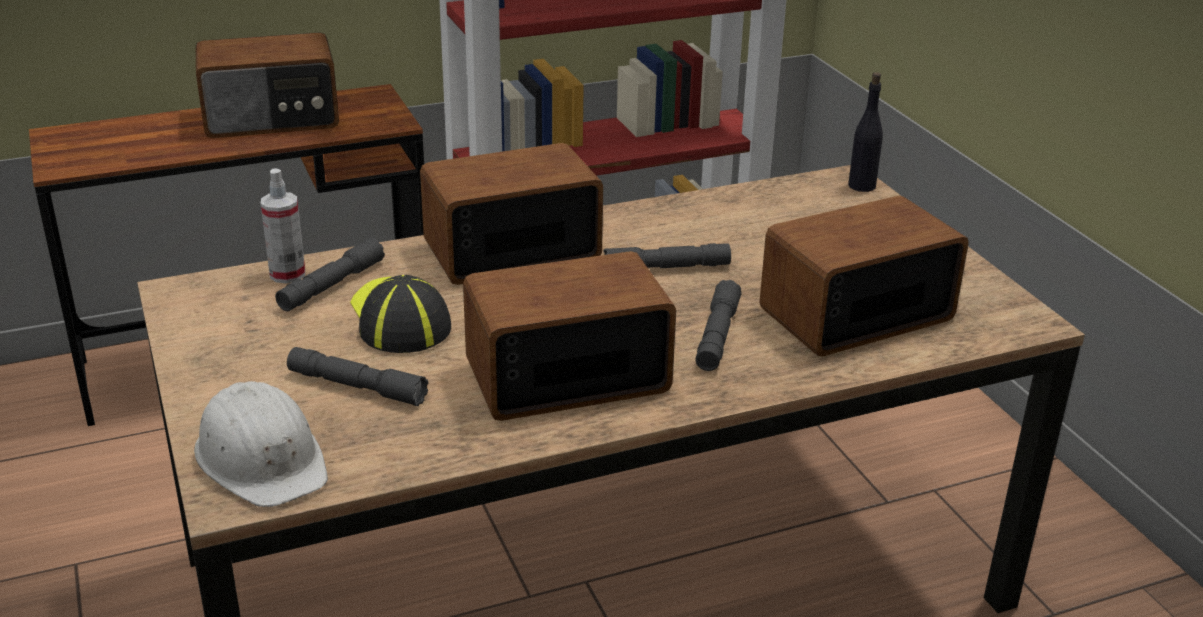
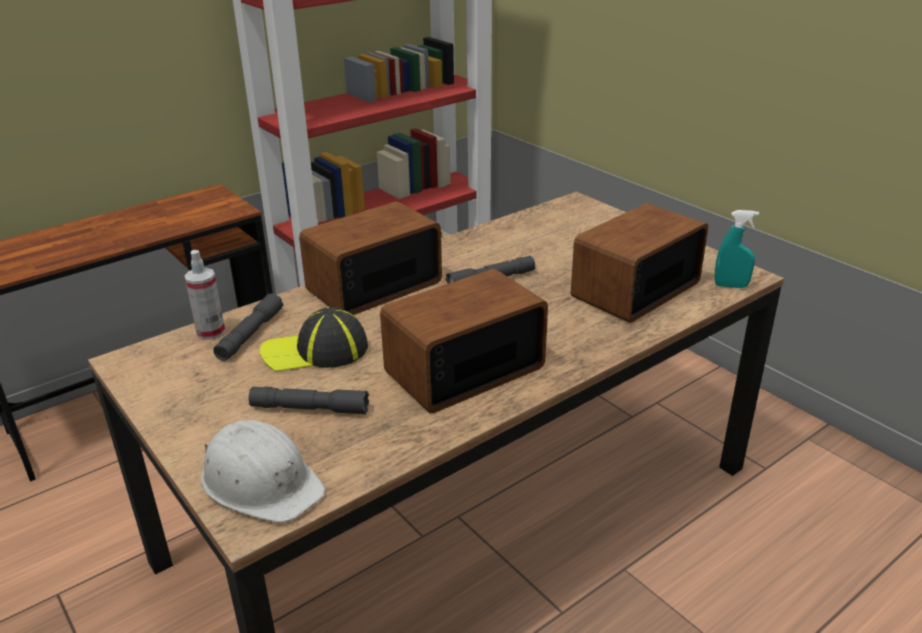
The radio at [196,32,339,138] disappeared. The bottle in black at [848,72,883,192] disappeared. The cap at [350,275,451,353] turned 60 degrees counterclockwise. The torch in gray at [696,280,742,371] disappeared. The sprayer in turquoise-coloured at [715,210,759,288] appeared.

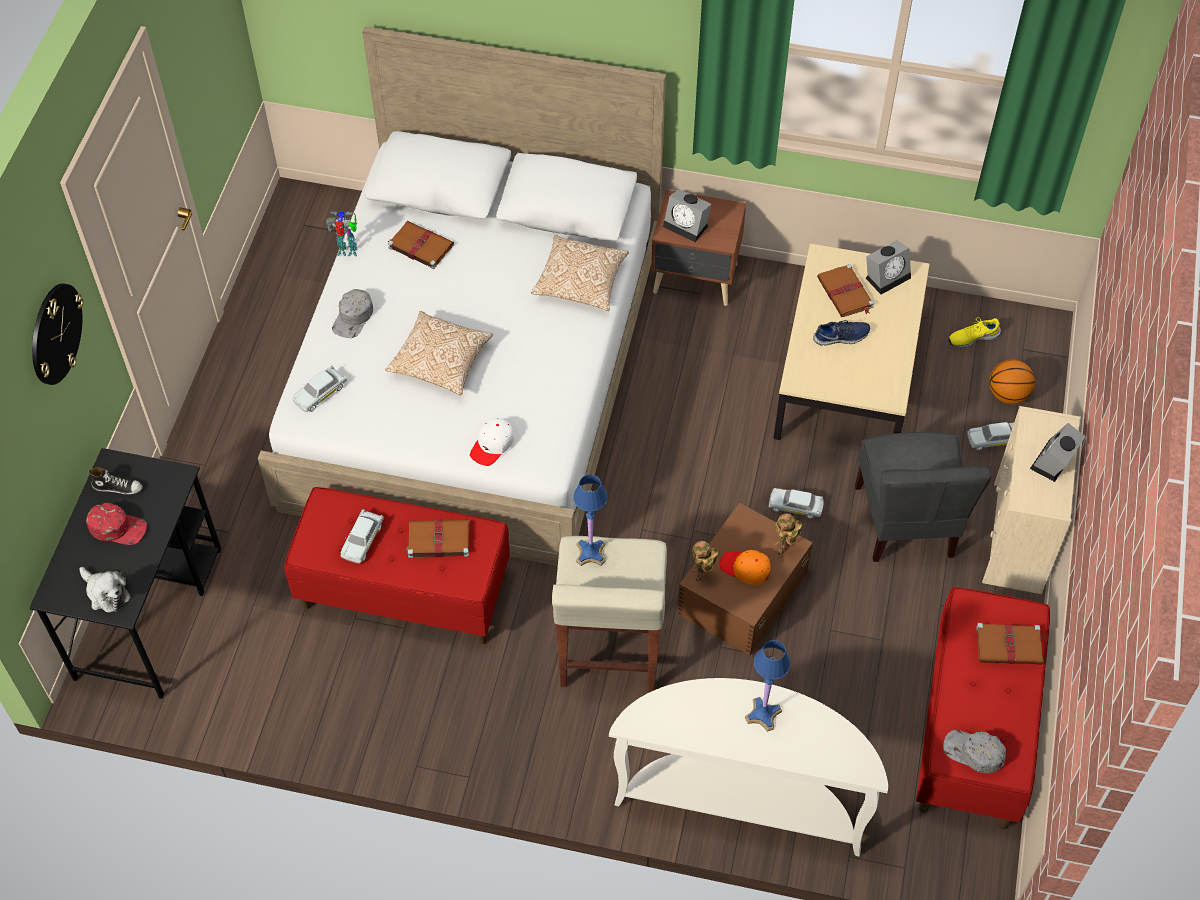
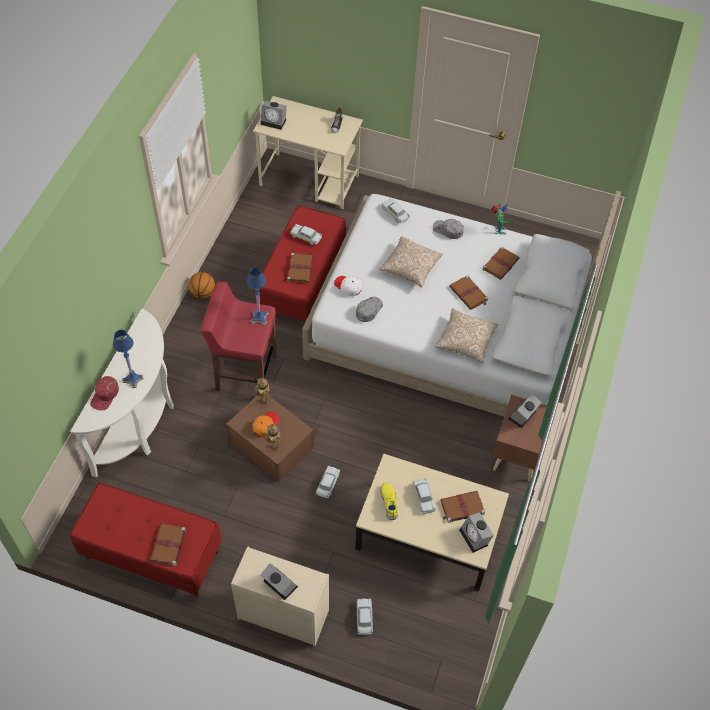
The hanging clock at [32,283,83,385] disappeared. The item of footwear in yellow moved from [949,317,1001,348] to [380,482,399,520]. The item of footwear in bluish at [813,320,870,346] was replaced by the miniature car in white at [412,478,436,514]. The ball for basketball moved from [989,360,1035,404] to [188,272,215,299]. The chair in gray at [855,432,992,562] disappeared. The desk in black at [29,448,221,699] became the desk in beige-coloured at [253,96,363,209]. The cap in red-coloured moved from [86,503,147,545] to [90,376,119,410]. The sitting stool in beige-coloured at [552,536,667,692] became the sitting stool in red-coloured at [201,282,276,391]. The soft toy at [79,567,131,613] was replaced by the alarm clock at [261,101,287,130]. The cap in gray moved from [943,730,1006,773] to [356,297,383,322]. The book in brownish at [449,275,488,310] appeared.

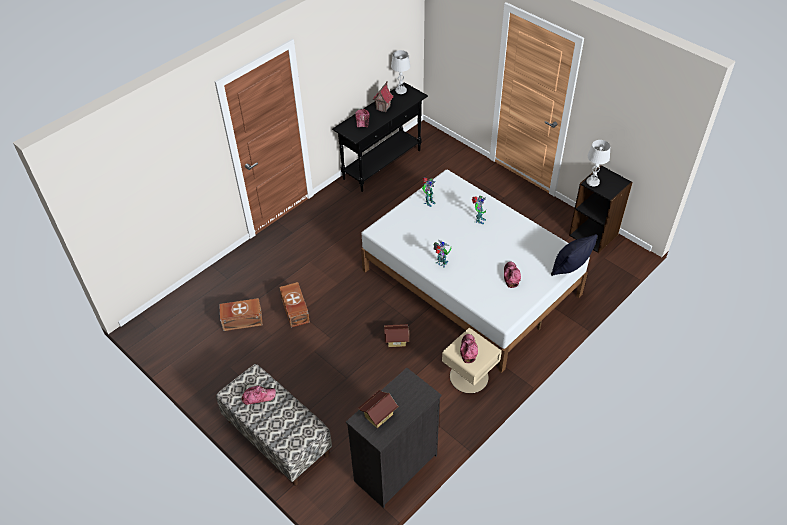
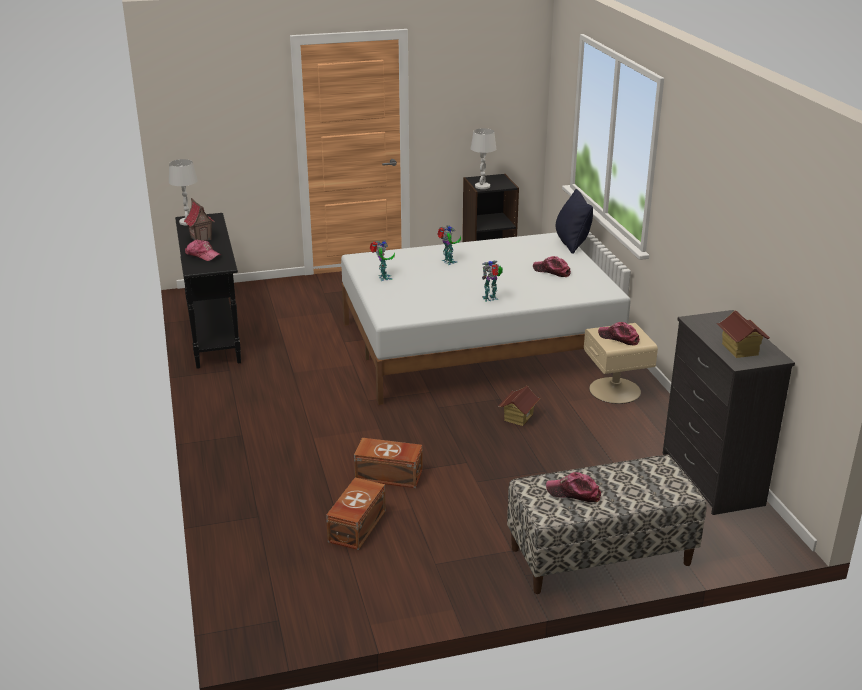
The cap at [242,386,276,405] turned 90 degrees counterclockwise.

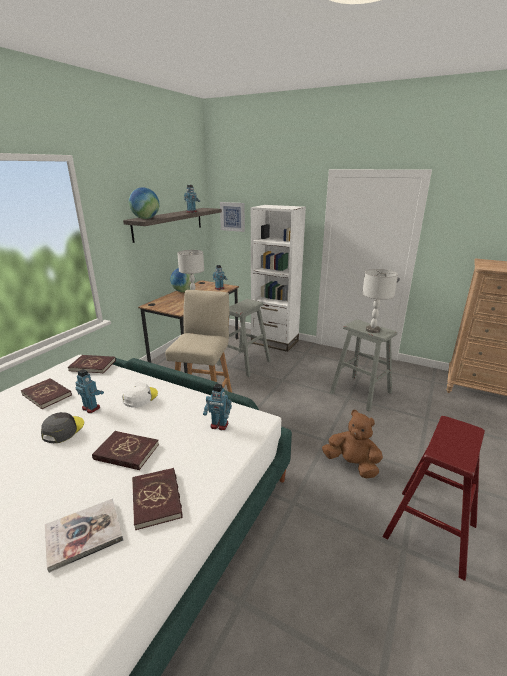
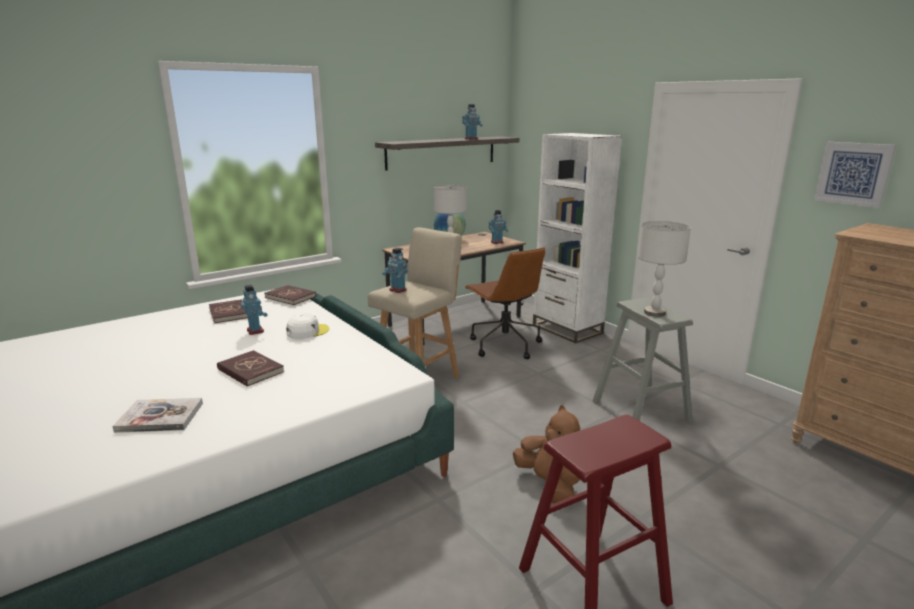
The world globe at [129,187,159,219] disappeared. The wall art moved from [220,202,245,232] to [814,142,896,208]. The sitting stool in gray at [217,299,271,377] was replaced by the computer chair in brownish at [464,247,546,359]. The toy robot moved from [203,384,232,430] to [382,248,408,293]. The cap in gray at [41,412,84,443] disappeared. The book in red-coloured at [132,468,183,530] disappeared.

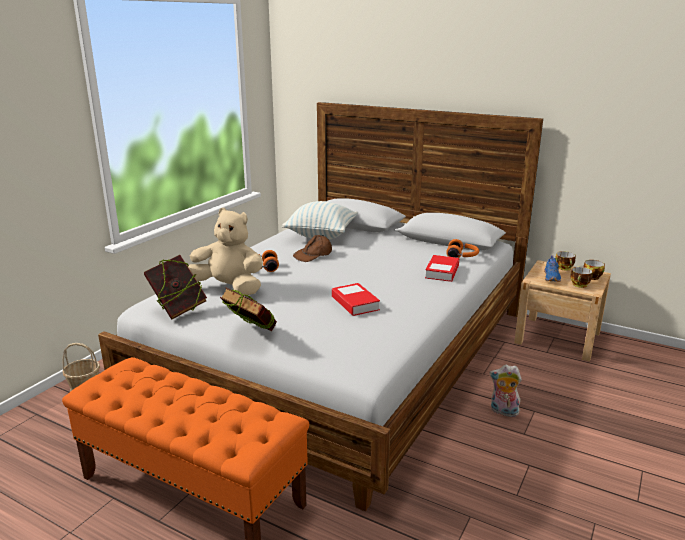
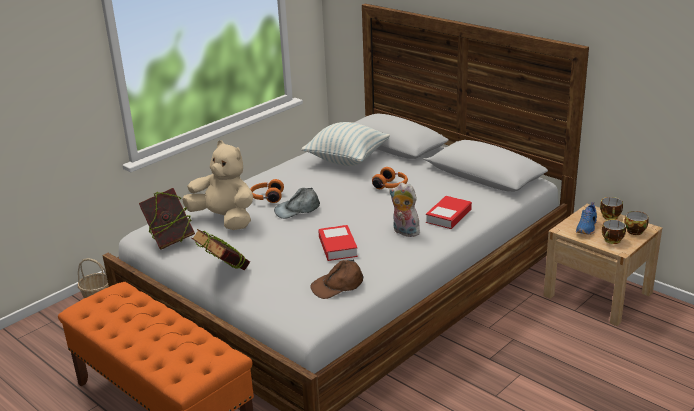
The cap in brownish moved from [293,235,332,262] to [310,259,364,299]. The pair of headphones in orangey moved from [446,239,479,258] to [372,167,408,189]. The soft toy moved from [490,365,522,417] to [389,182,420,237]. The cap in gray at [274,188,320,219] appeared.

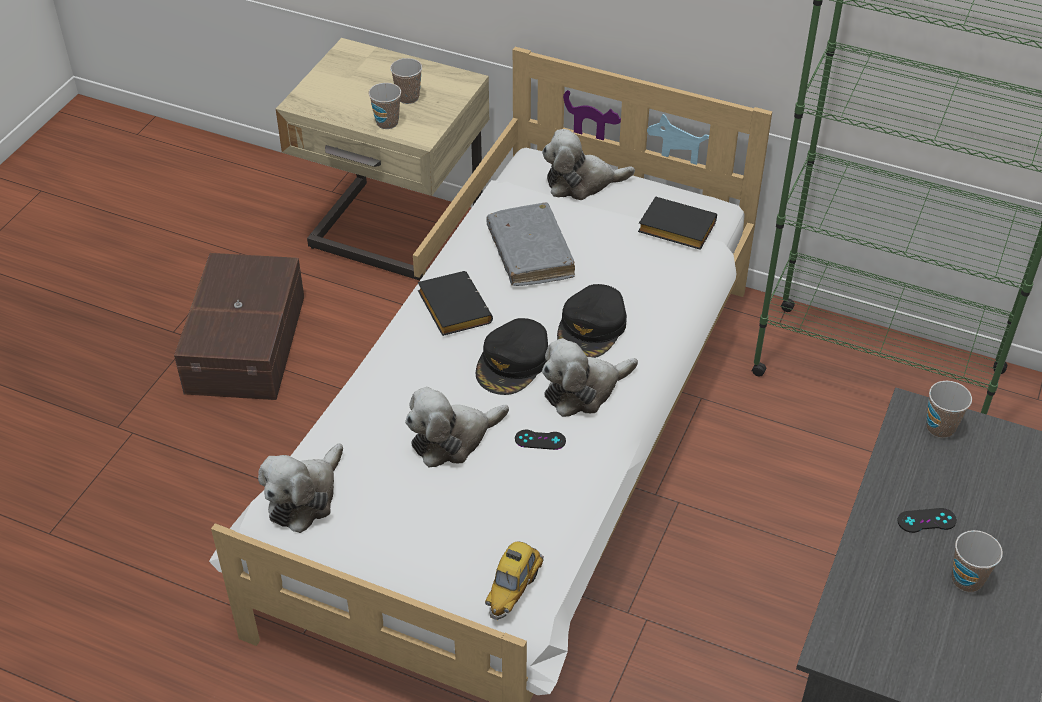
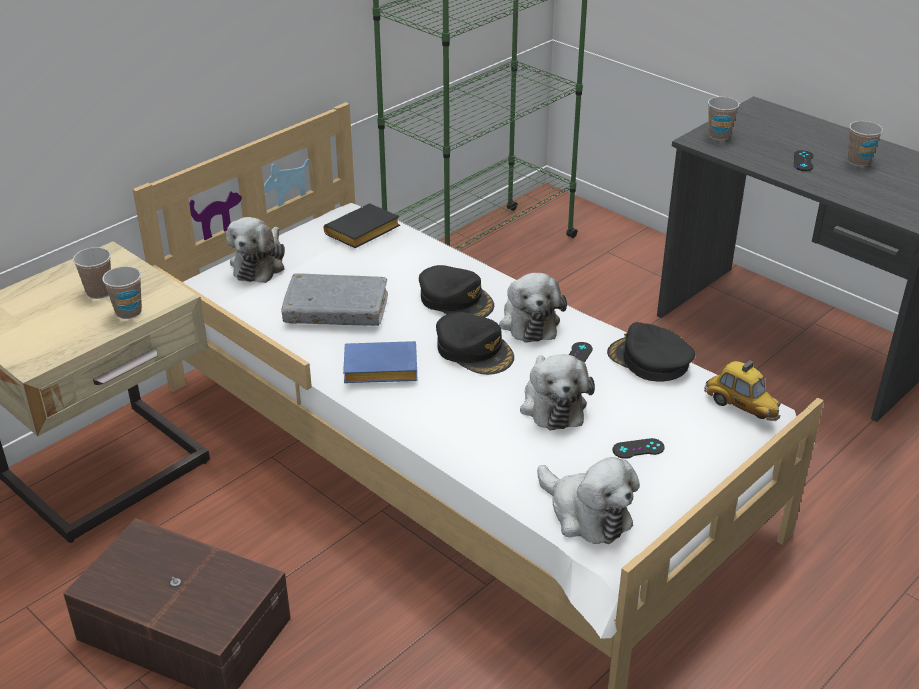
The book in black at [418,271,493,336] became the book in bluish at [343,341,418,383]. The cap in black at [607,322,695,382] appeared. The joypad in black at [612,438,665,459] appeared.

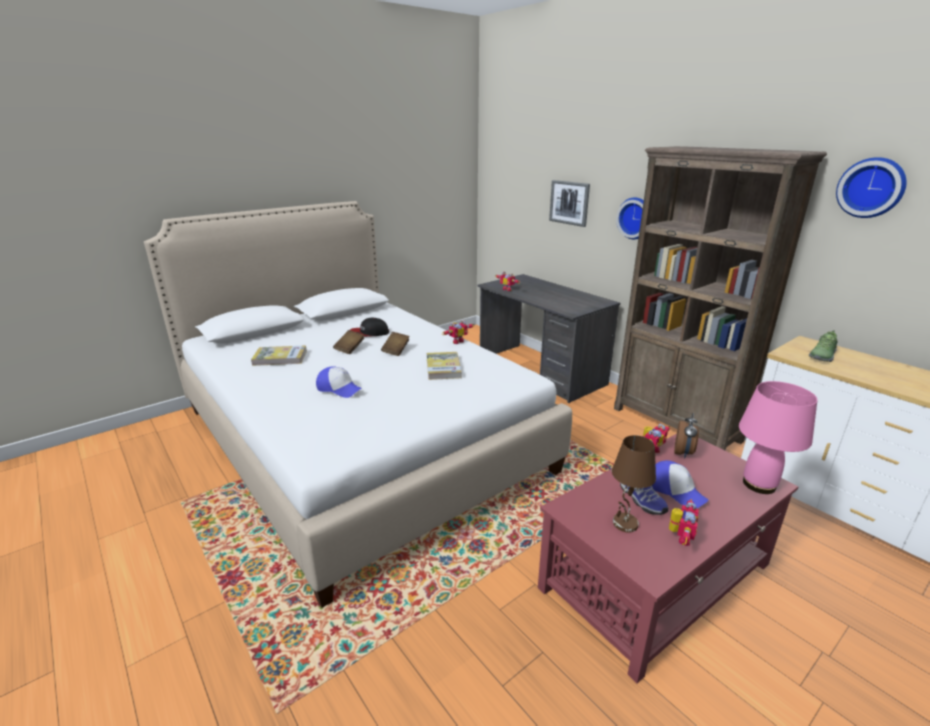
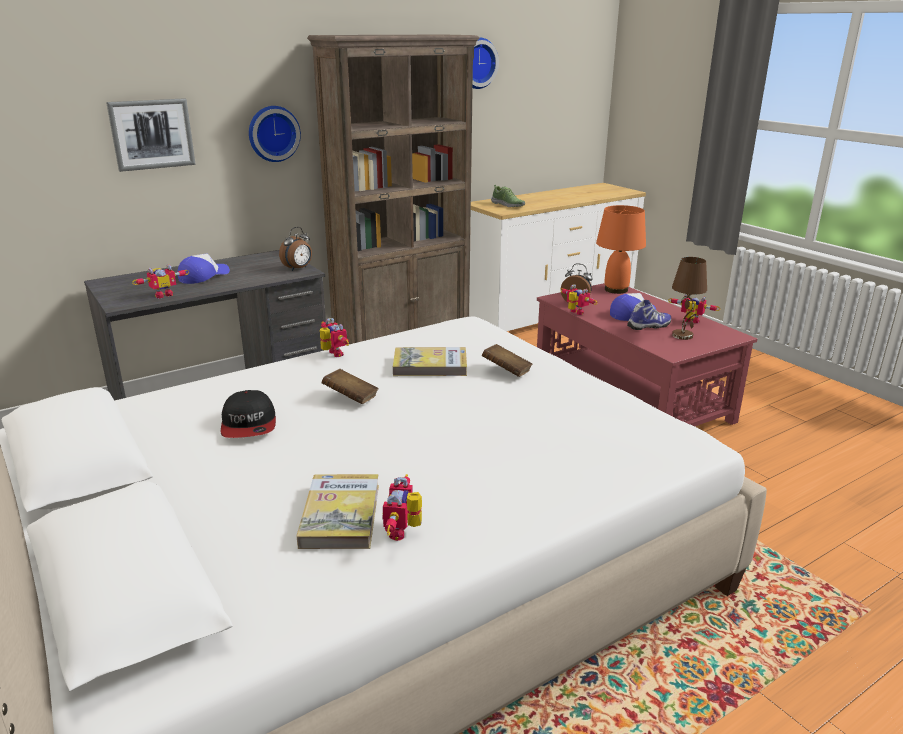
The book in brownish moved from [333,330,364,354] to [482,344,532,377]. The cap moved from [316,366,362,398] to [178,253,230,284]. The lamp for a table in pink at [739,381,817,494] became the lamp for a table in orangey at [596,205,646,294]. The alarm clock at [279,227,312,271] appeared. The toy robot at [382,474,422,541] appeared.

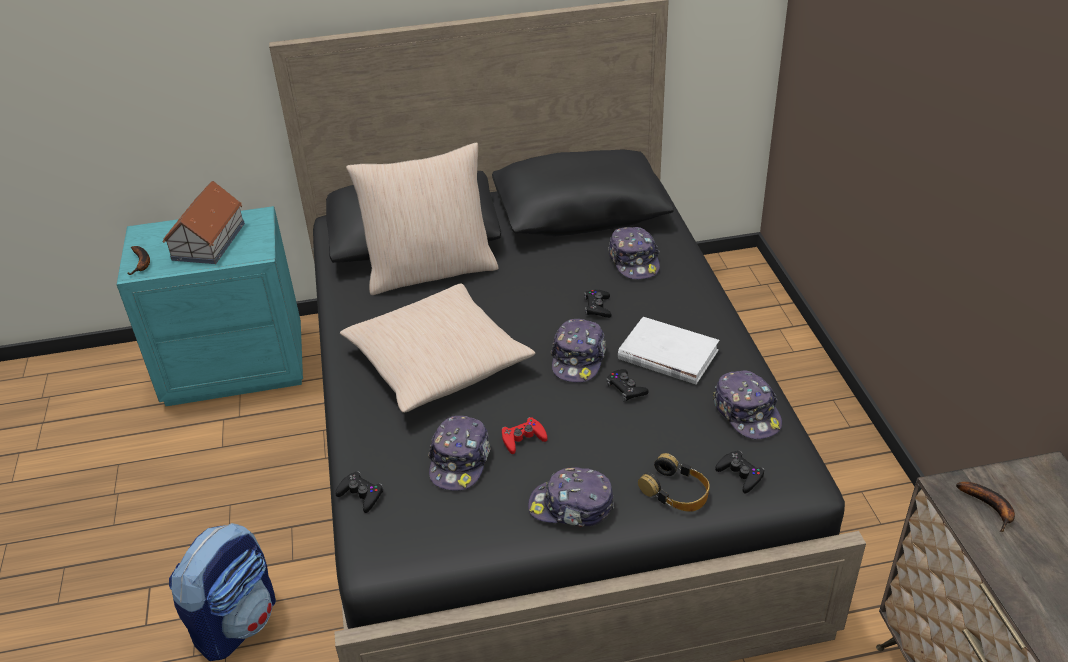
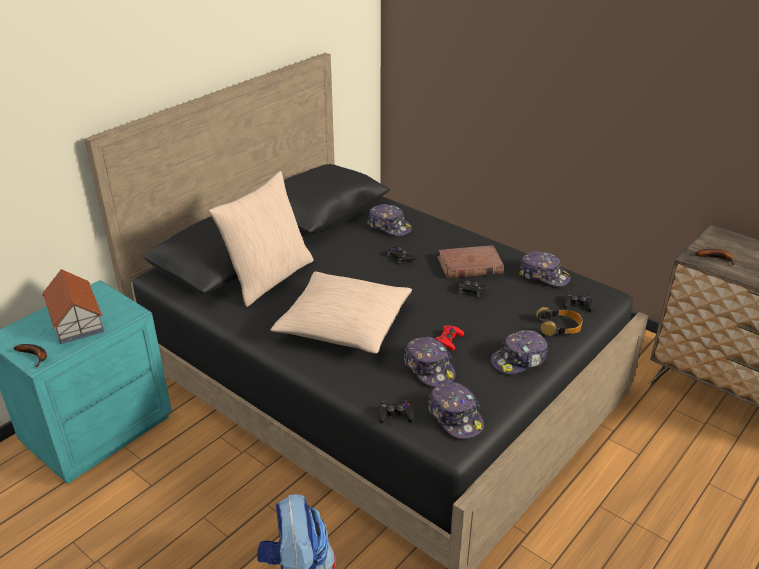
The book in white at [618,317,720,384] became the book in brownish at [437,245,504,278]. The cap moved from [551,319,606,382] to [428,382,484,439].

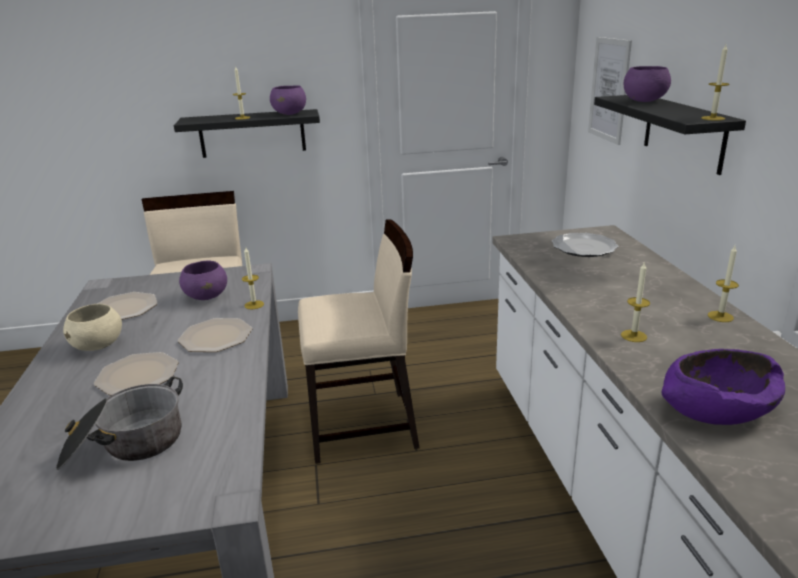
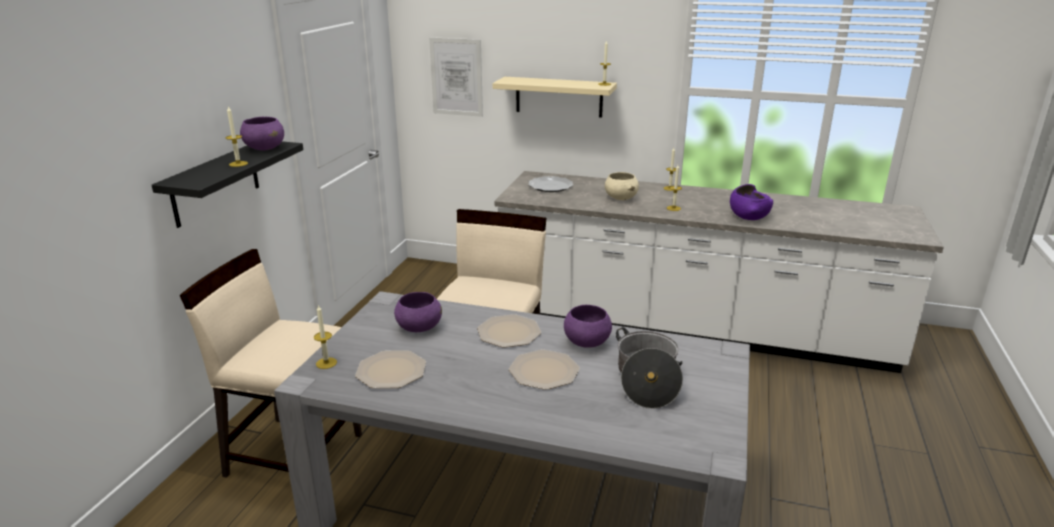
The serving bowl in purplish moved from [624,66,671,102] to [564,305,612,348]. The wall shelf in black at [594,95,746,175] became the wall shelf in beige-coloured at [492,77,617,118]. The wax candle moved from [242,247,264,309] to [314,304,337,369]. The serving bowl in beige-coloured moved from [63,304,122,351] to [605,172,639,200].

